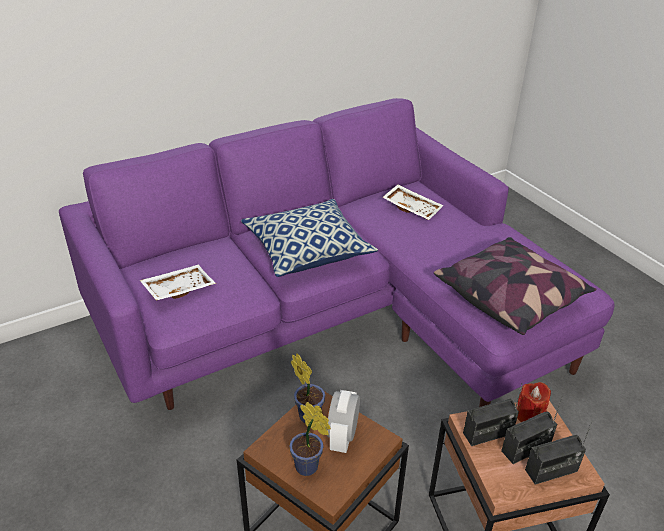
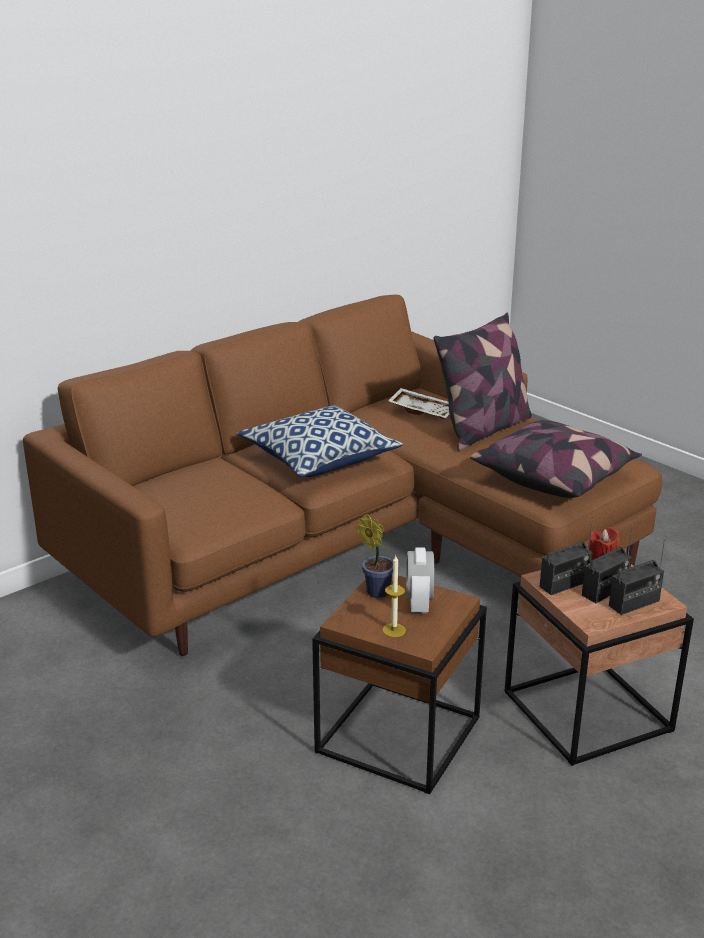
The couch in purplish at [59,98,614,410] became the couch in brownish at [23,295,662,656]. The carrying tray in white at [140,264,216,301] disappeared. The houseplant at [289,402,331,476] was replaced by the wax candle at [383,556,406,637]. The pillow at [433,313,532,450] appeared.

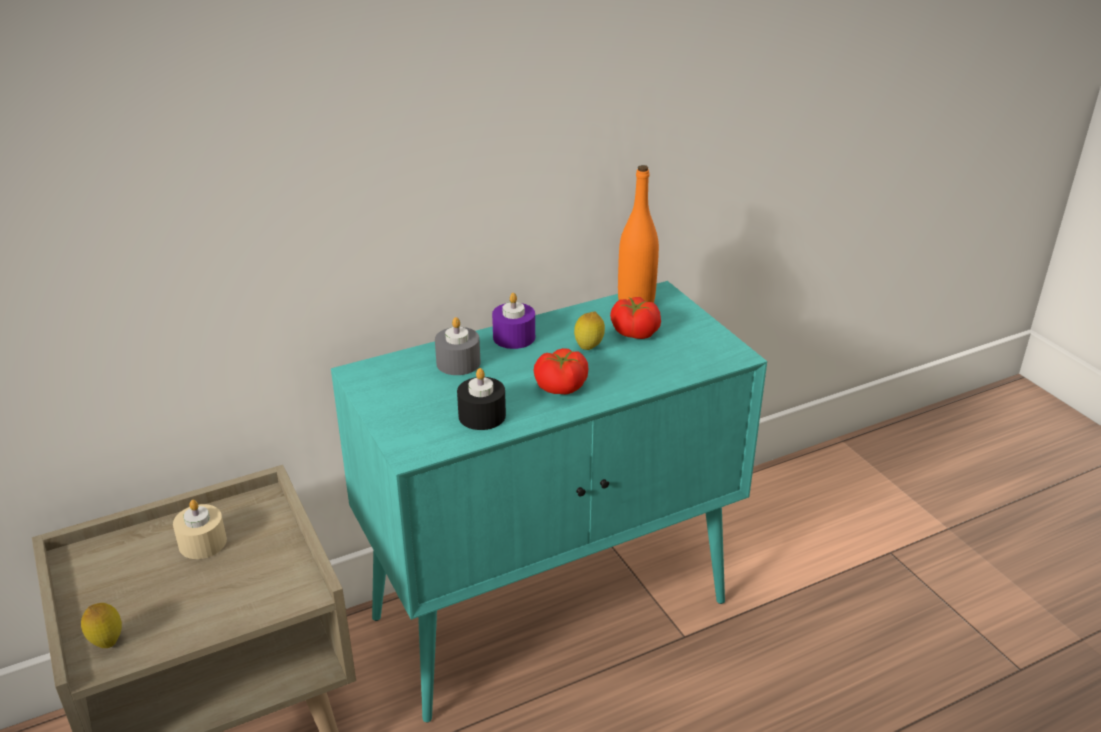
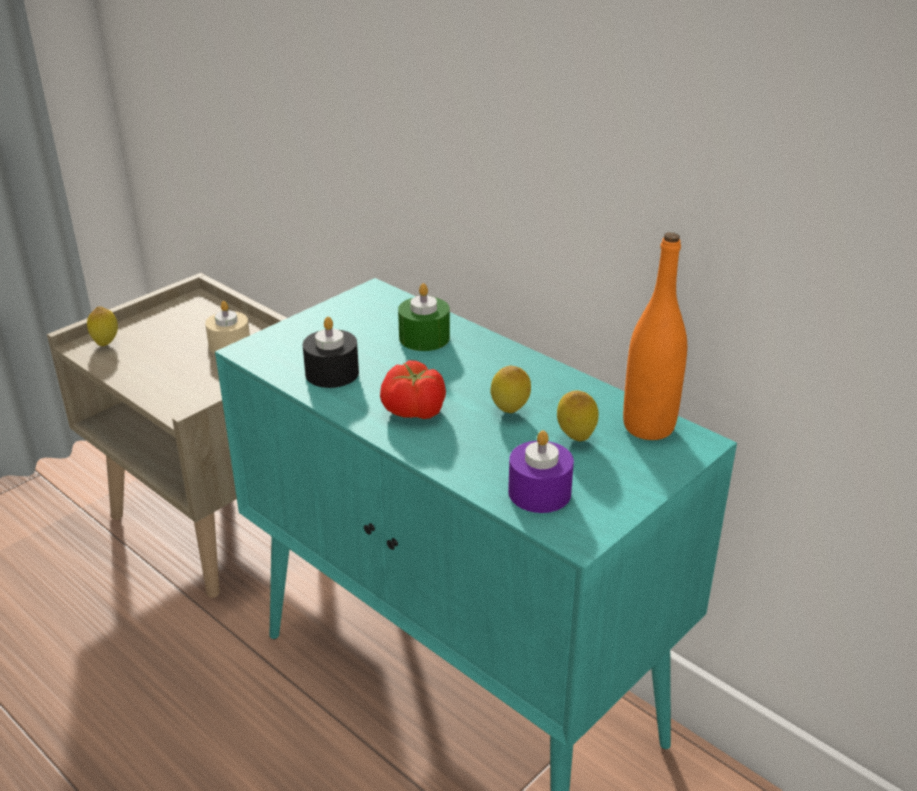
The wax candle in purplish moved from [492,293,535,349] to [508,430,574,513]. The fresh tomato at [610,297,661,339] was replaced by the whole lemon at [557,390,599,441]. The wax candle in gray at [435,317,481,375] became the wax candle in greenish at [398,283,450,351].

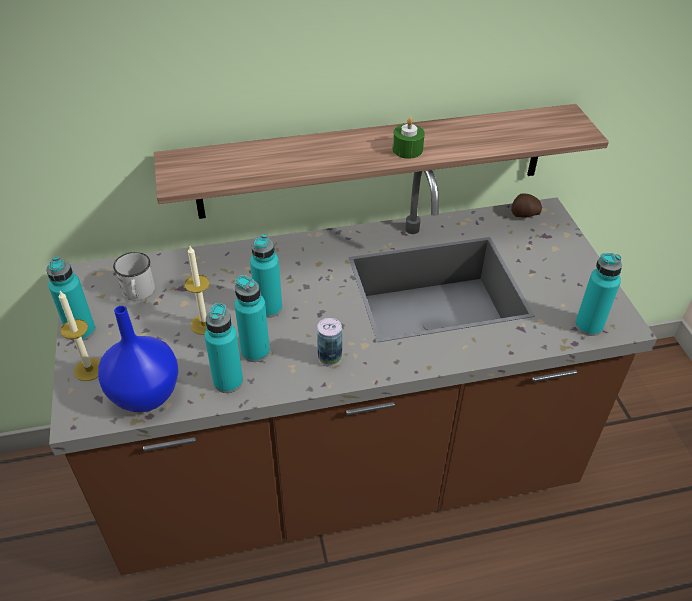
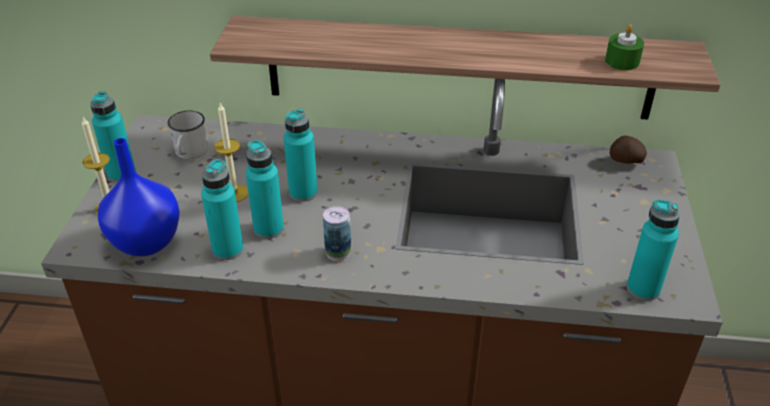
The wax candle in greenish moved from [393,117,425,159] to [605,24,644,70].

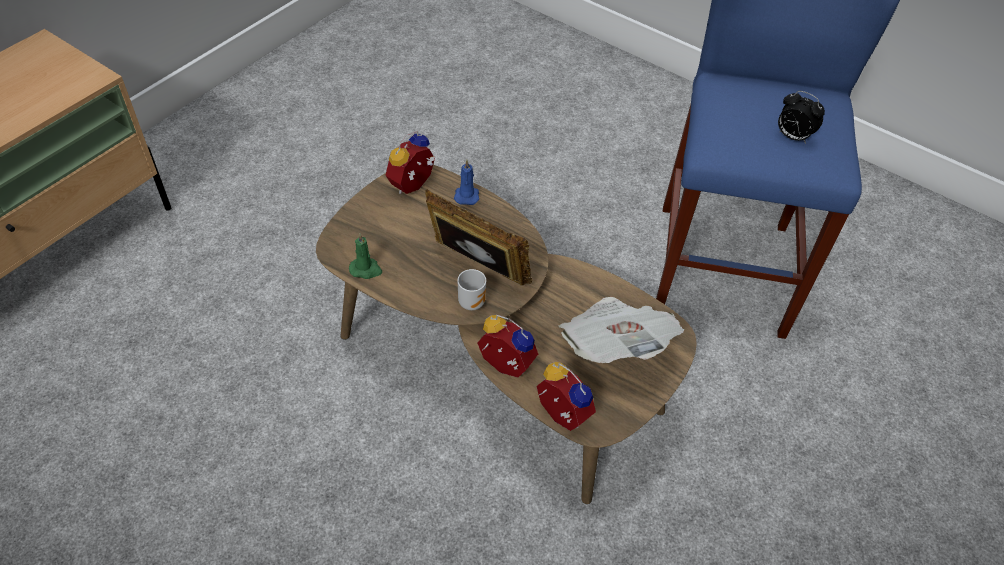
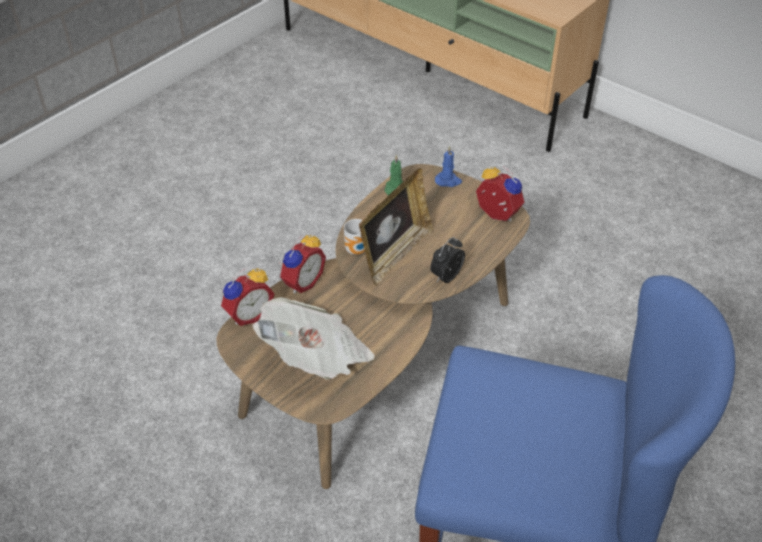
The alarm clock moved from [778,91,825,144] to [430,237,465,283]. The wax candle in bluish moved from [454,160,479,205] to [435,146,462,187].

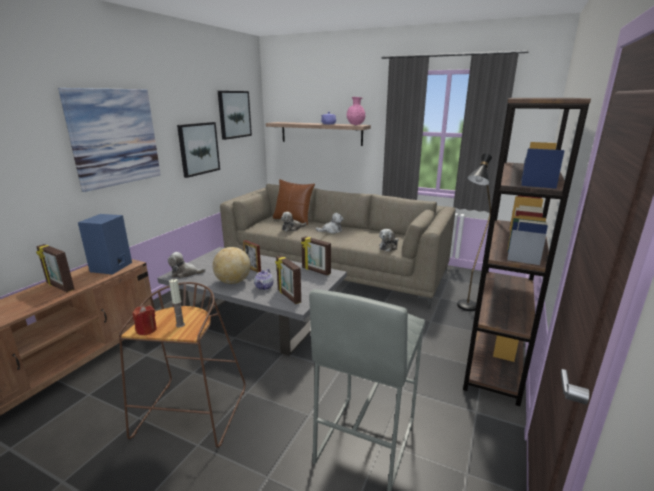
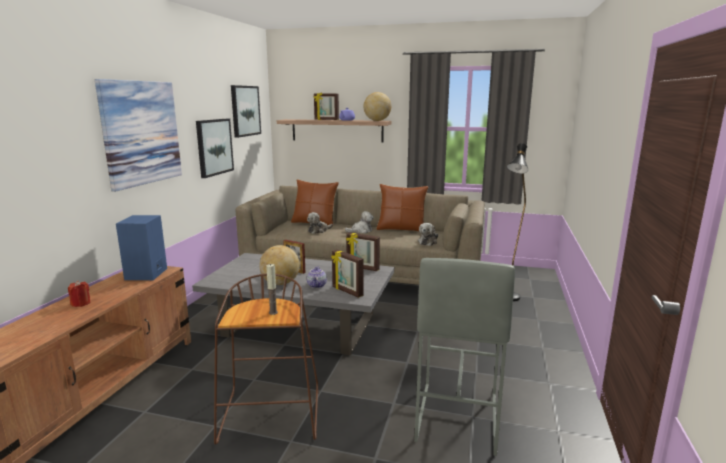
The decorative vase in pink at [346,97,366,125] was replaced by the world globe at [363,92,391,121]. The bookshelf in brownish at [463,98,591,406] disappeared. The photo frame moved from [36,244,75,292] to [314,92,339,120]. The soft toy at [168,252,206,278] disappeared. The wax candle in red-coloured moved from [132,305,157,335] to [68,281,90,307]. The pillow in brownish at [376,184,428,232] appeared.

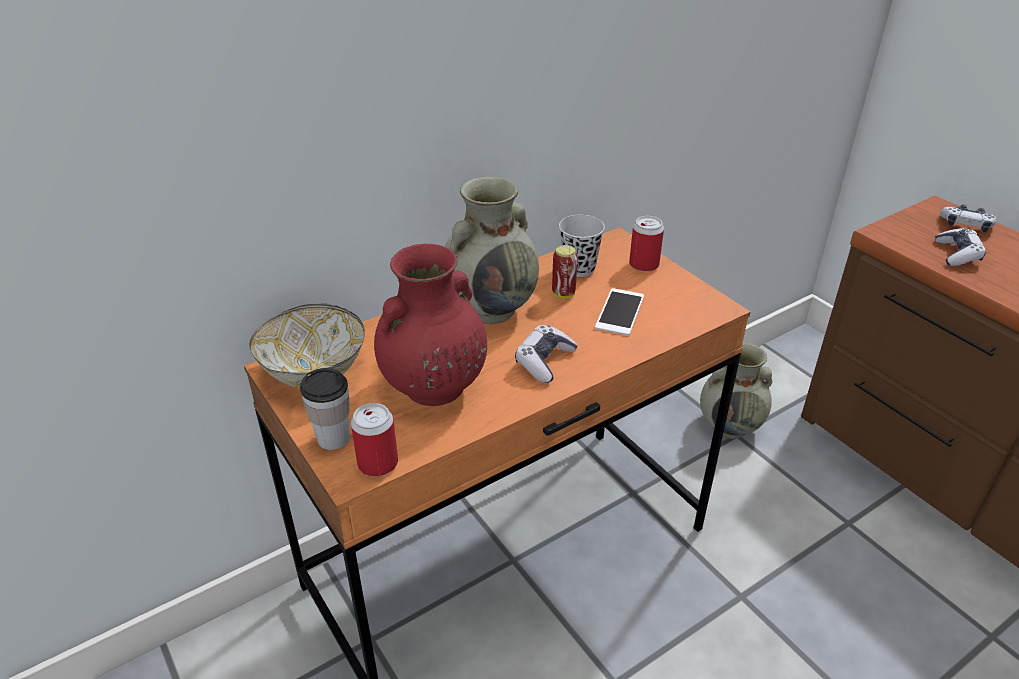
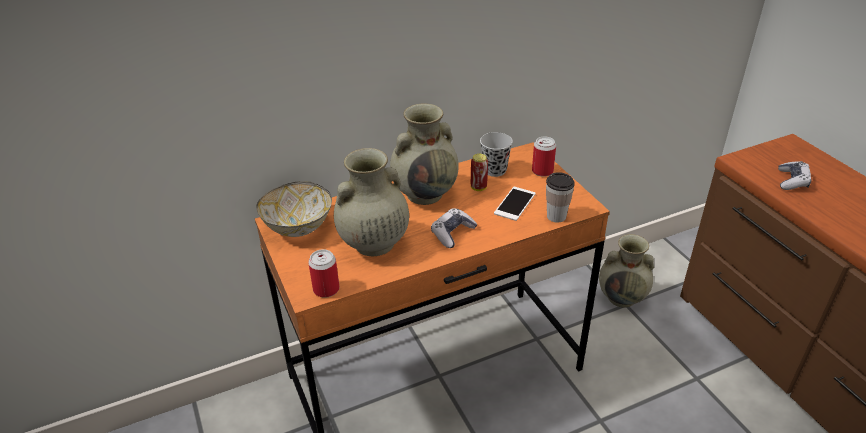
The joypad at [940,205,997,232] disappeared. The decorative vase in red-coloured at [374,244,487,406] became the decorative vase in beige-coloured at [334,148,409,256]. The cup moved from [300,368,350,450] to [546,172,575,223].

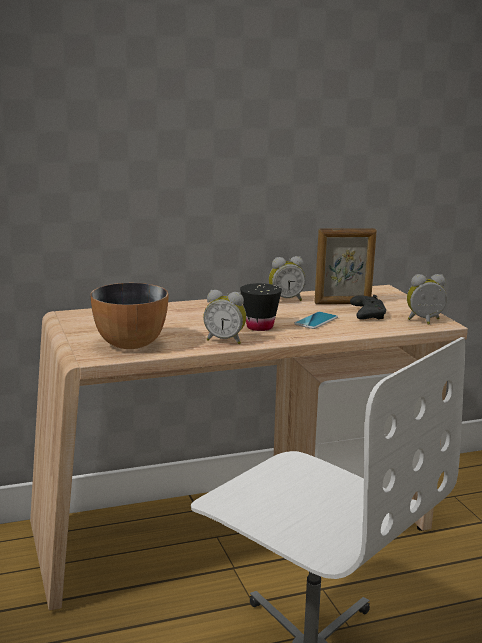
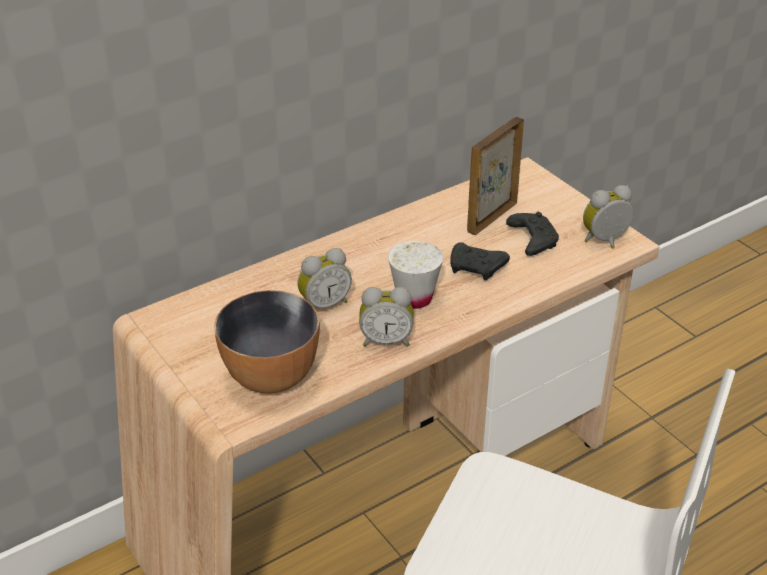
The photo frame at [314,228,377,304] turned 150 degrees clockwise. The alarm clock moved from [269,256,306,301] to [297,248,352,309]. The cup in black at [240,283,282,331] became the cup in white at [388,241,443,309]. The telephone at [294,312,338,329] was replaced by the joypad in black at [450,242,510,280].

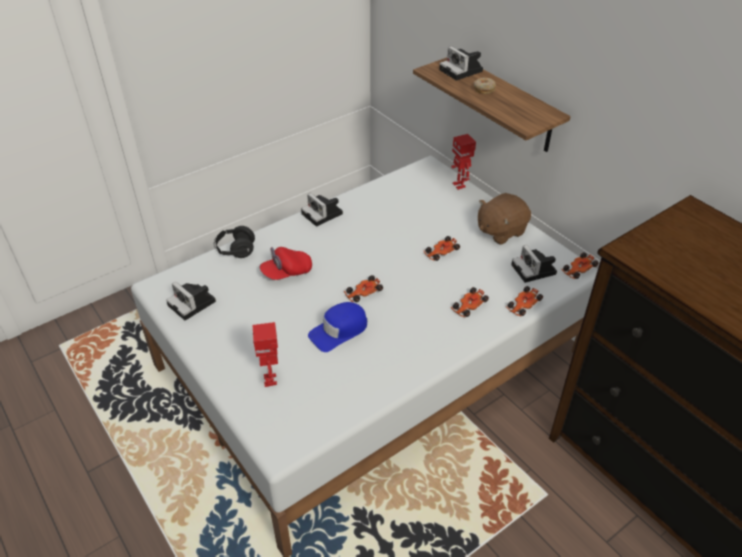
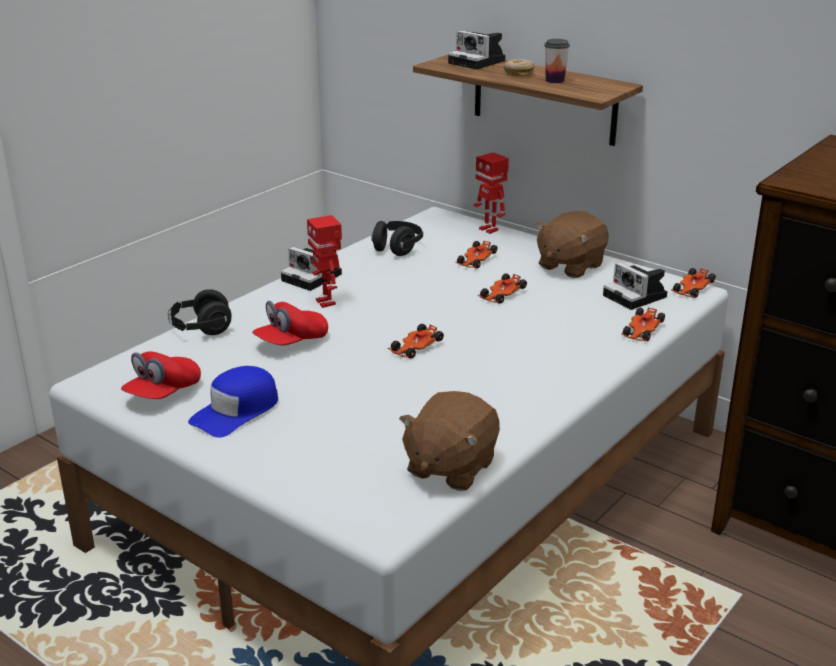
The photo camera at [166,281,216,321] was replaced by the cap in red-coloured at [121,351,201,399]. The miniature car moved from [451,287,489,317] to [455,241,497,268]. The cap in bluish moved from [308,302,367,352] to [188,366,278,438]. The toy robot moved from [252,322,278,387] to [307,215,342,308]. The cup at [544,39,570,83] appeared. The pair of headphones in black at [372,221,423,256] appeared. The soft toy in brownish at [399,391,500,491] appeared.

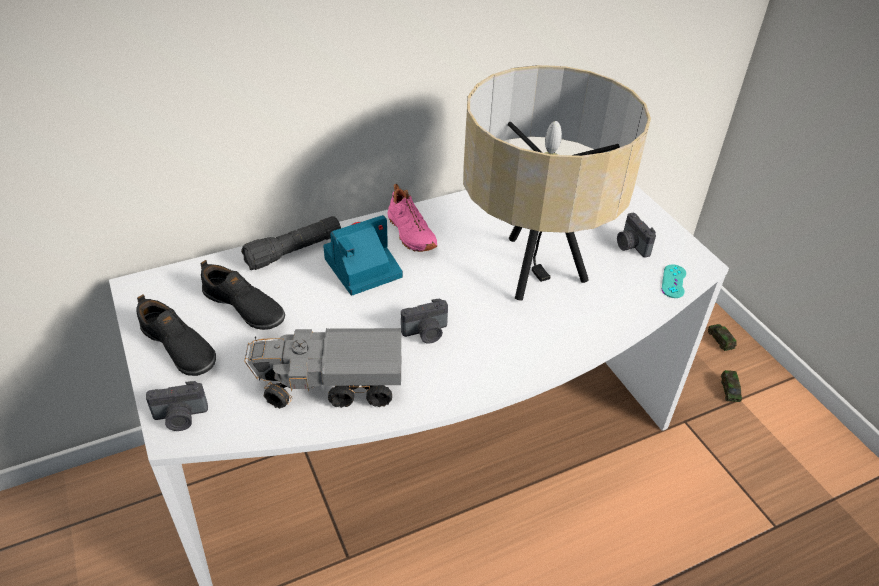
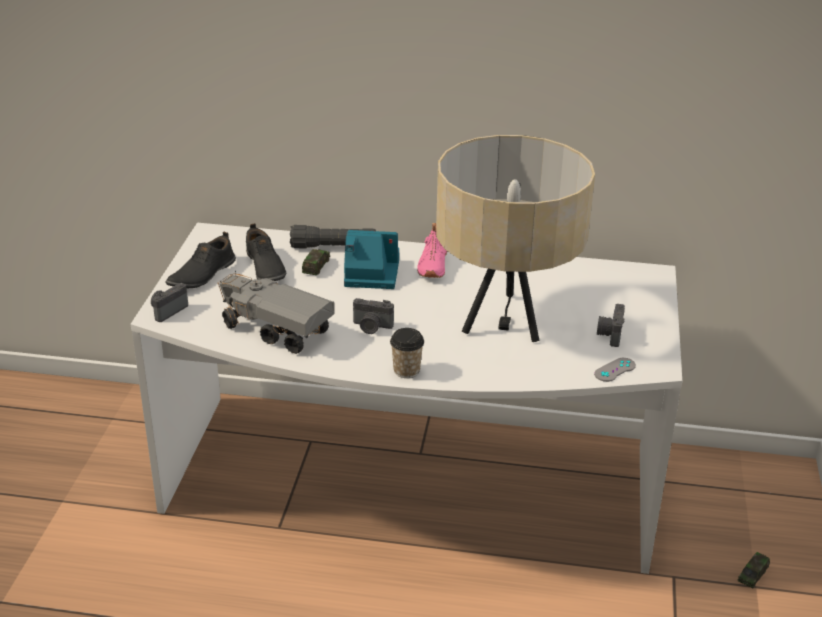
The joypad in turquoise-coloured at [662,264,686,298] became the joypad in gray at [594,358,636,382]. The item of footwear in black at [136,295,216,376] turned 45 degrees clockwise. The miniature car moved from [708,324,737,351] to [302,249,330,275]. The photo camera at [146,381,208,431] turned 105 degrees clockwise. The cup at [390,328,424,378] appeared.

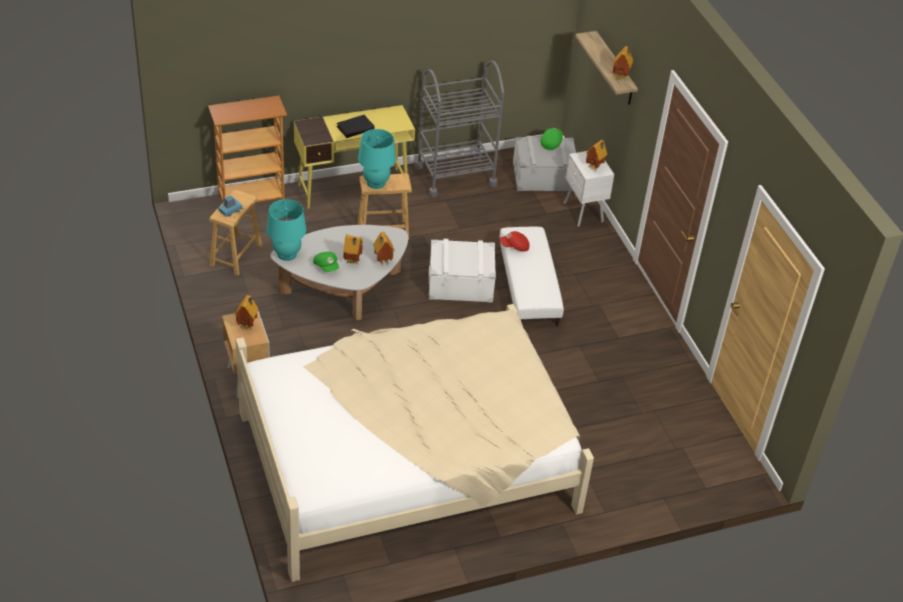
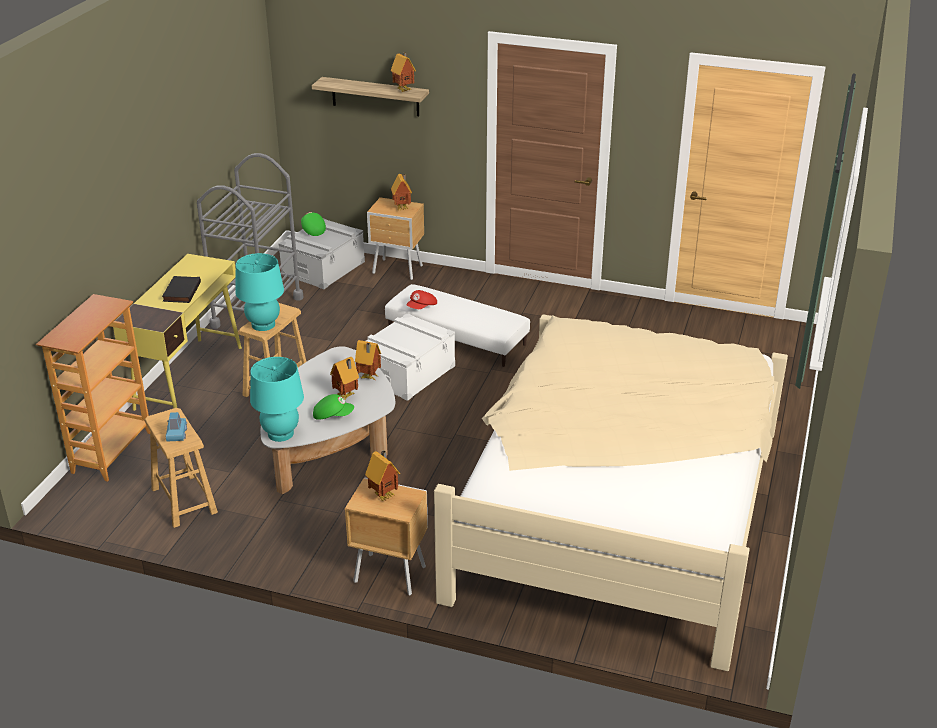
The nightstand in white at [564,151,614,227] became the nightstand in brownish at [367,197,424,280].

